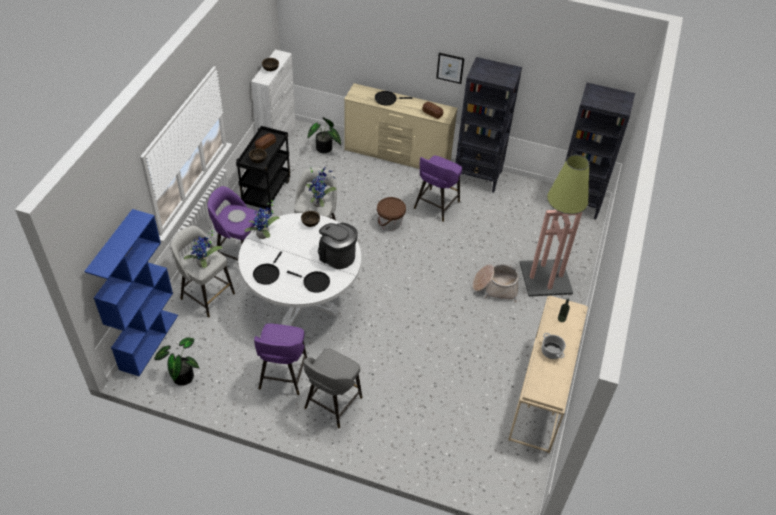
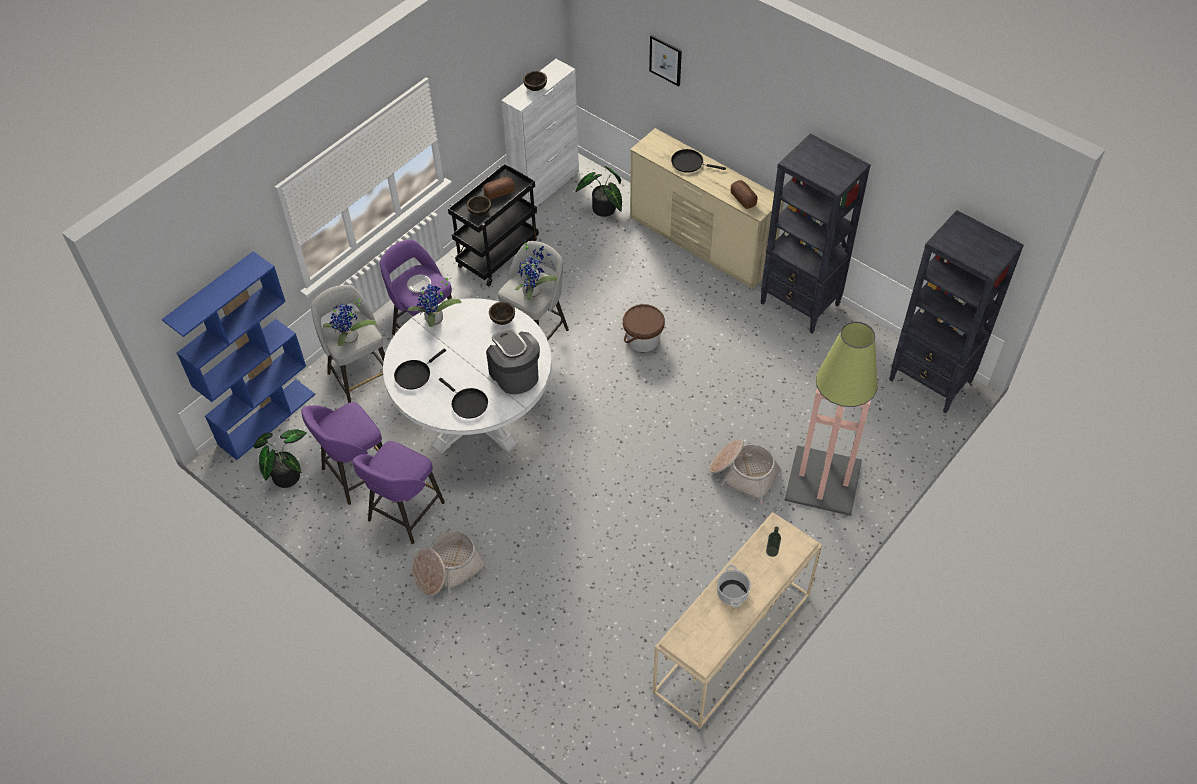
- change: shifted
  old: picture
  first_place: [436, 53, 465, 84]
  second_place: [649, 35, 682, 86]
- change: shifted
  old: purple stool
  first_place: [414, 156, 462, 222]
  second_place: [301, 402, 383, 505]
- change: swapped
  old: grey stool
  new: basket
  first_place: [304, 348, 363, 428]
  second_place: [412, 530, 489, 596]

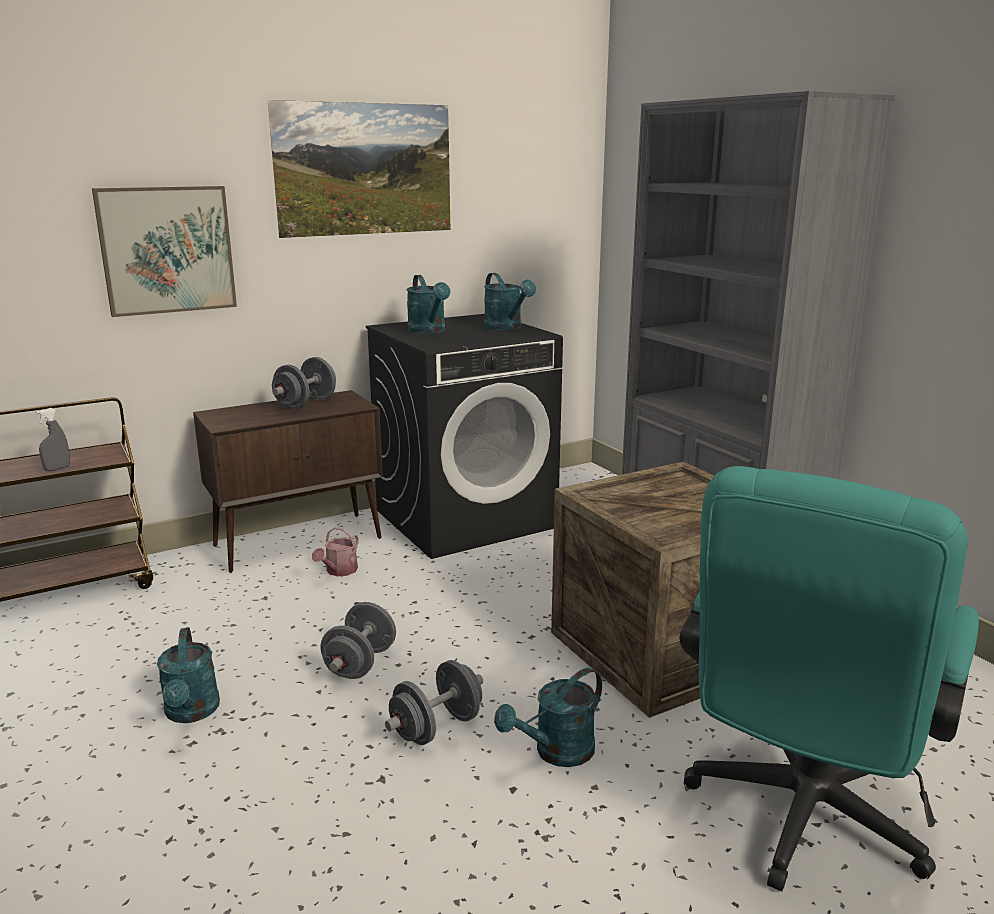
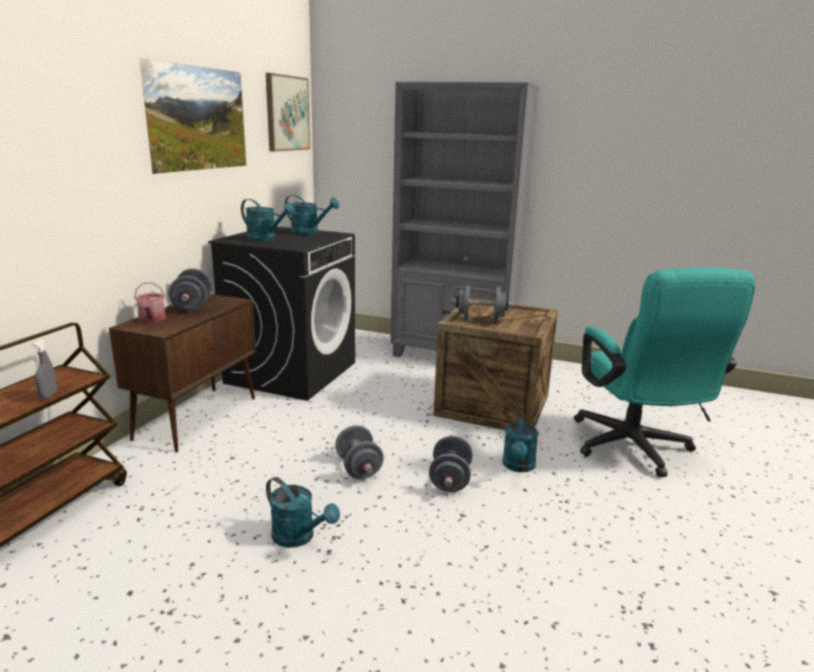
- change: shifted
  old: picture
  first_place: [92, 186, 237, 317]
  second_place: [266, 73, 310, 151]
- change: shifted
  old: watering can
  first_place: [312, 527, 359, 576]
  second_place: [134, 282, 166, 323]
- change: new
  new: grey dumbbell
  second_place: [450, 285, 514, 321]

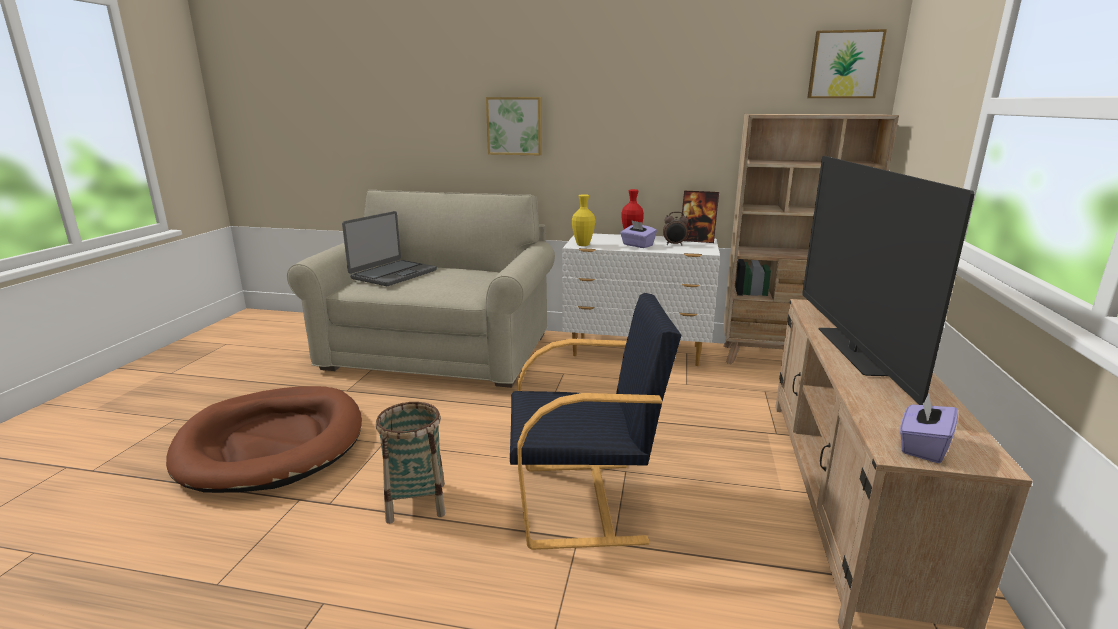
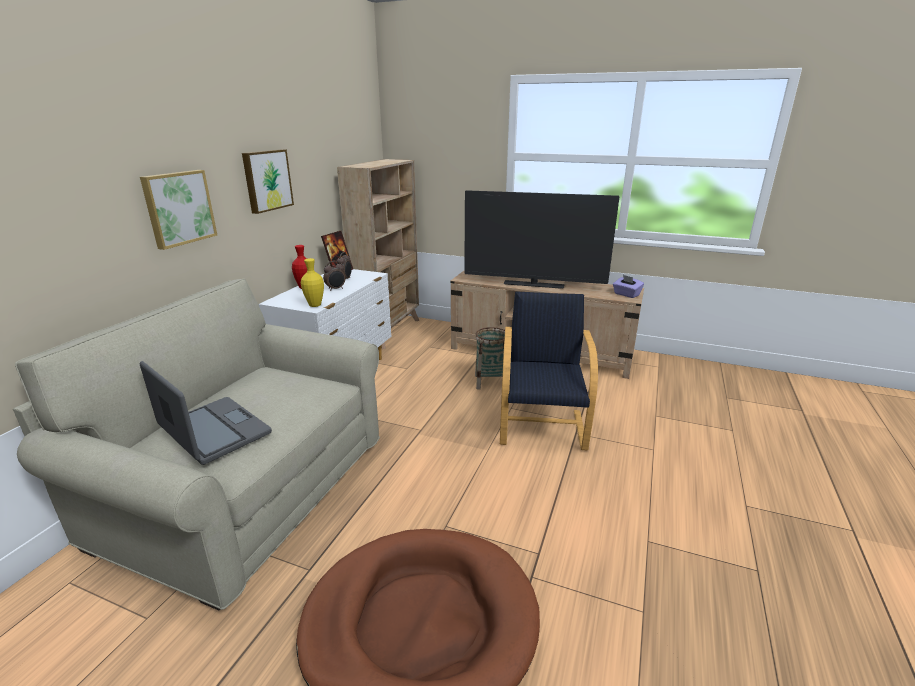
- change: shifted
  old: picture
  first_place: [807, 29, 887, 98]
  second_place: [242, 149, 294, 214]
- change: swapped
  old: purple tissue box
  new: alarm clock
  first_place: [620, 220, 657, 248]
  second_place: [323, 261, 346, 291]
- change: shifted
  old: basket
  first_place: [376, 402, 445, 524]
  second_place: [475, 327, 505, 390]

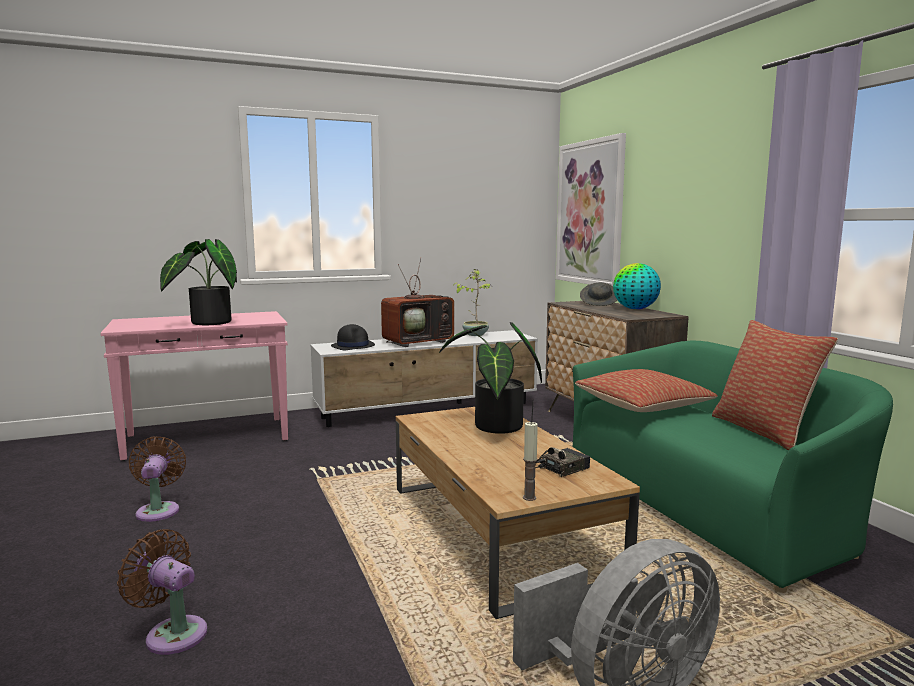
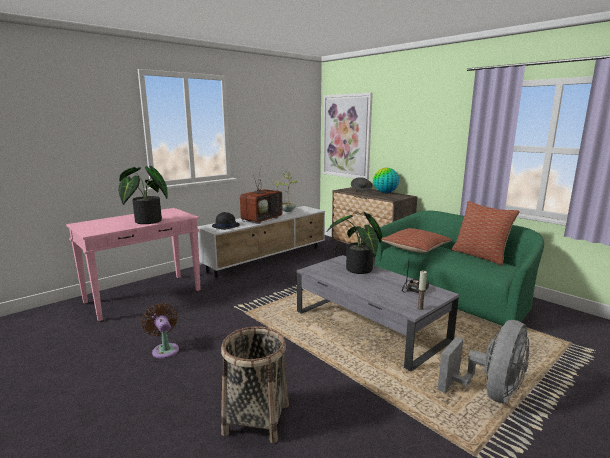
- change: repainted
  old: brown coffee table
  new: grey coffee table
  first_place: [396, 407, 640, 619]
  second_place: [297, 255, 459, 371]
- change: swapped
  old: brown fan
  new: basket
  first_place: [117, 529, 207, 655]
  second_place: [221, 326, 289, 443]

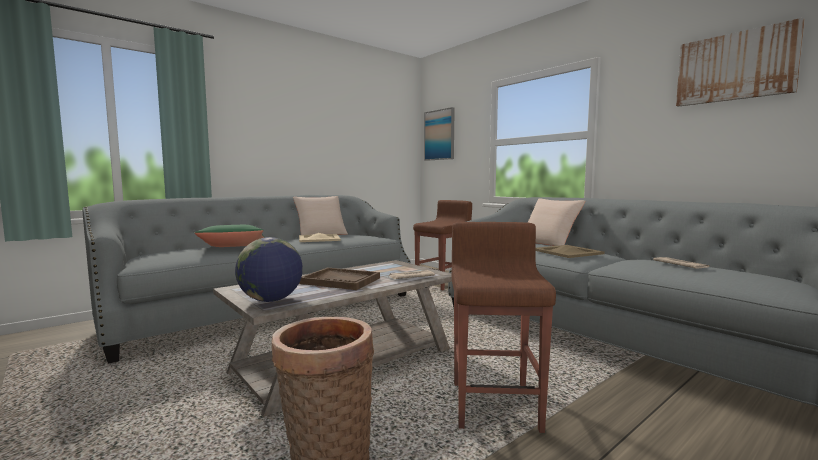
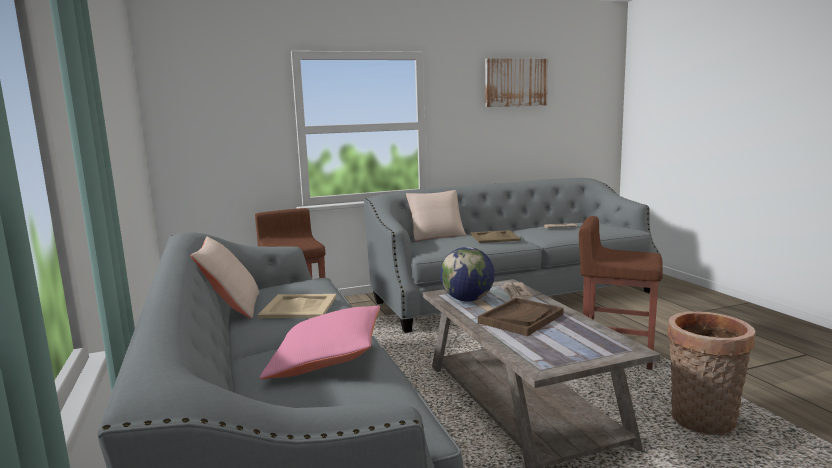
- change: gone
  old: picture
  first_place: [424, 107, 455, 161]
- change: repainted
  old: green pillow
  new: pink pillow
  first_place: [195, 225, 265, 247]
  second_place: [260, 306, 380, 379]
- change: shifted
  old: globe
  first_place: [235, 237, 303, 302]
  second_place: [440, 247, 495, 302]

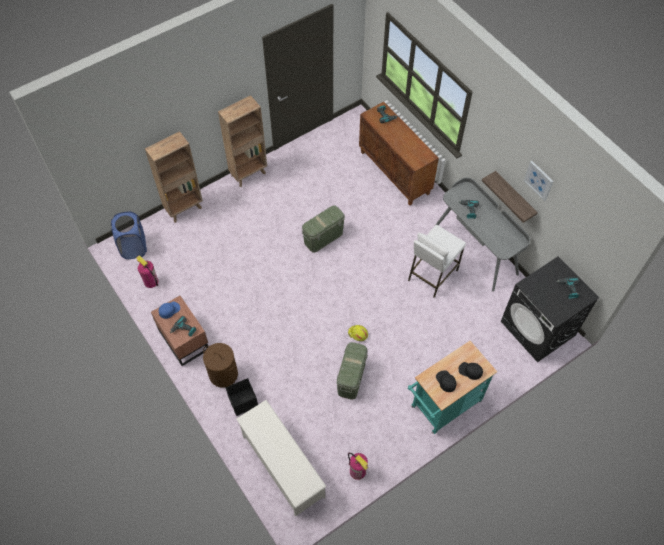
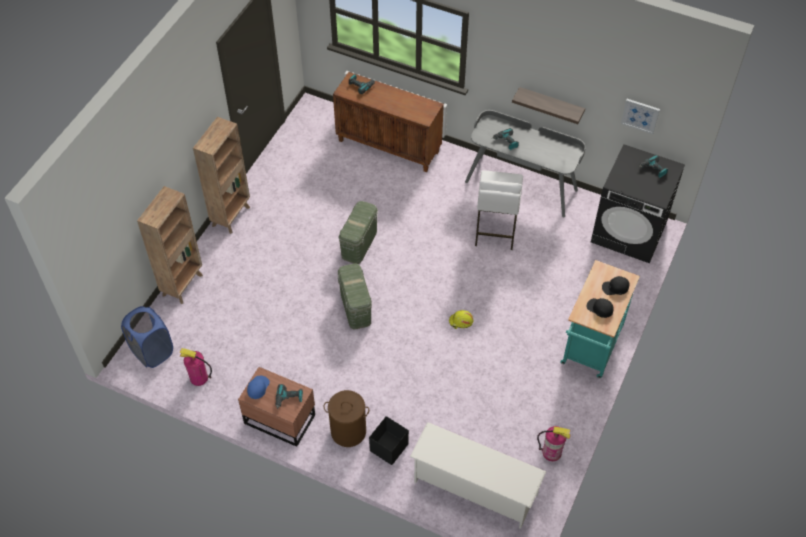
- change: shifted
  old: picture
  first_place: [524, 161, 553, 201]
  second_place: [621, 99, 660, 134]
- change: shifted
  old: green storage box
  first_place: [337, 342, 368, 400]
  second_place: [338, 263, 372, 329]

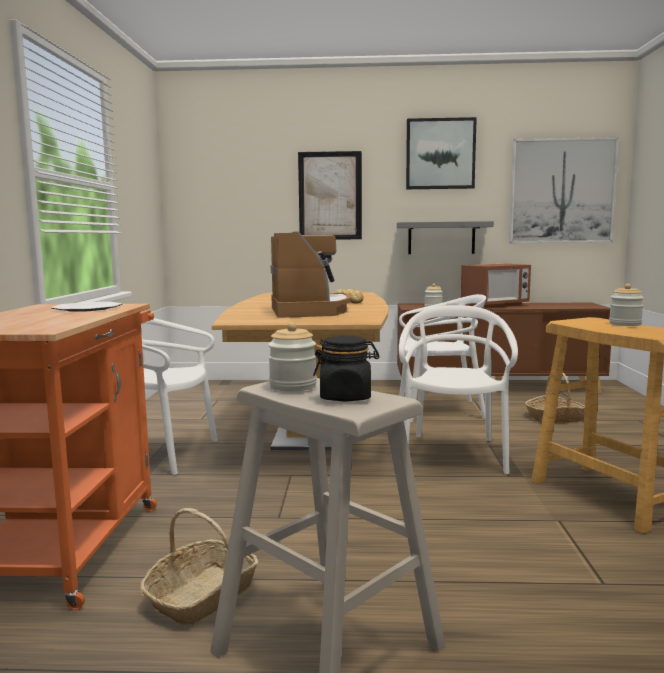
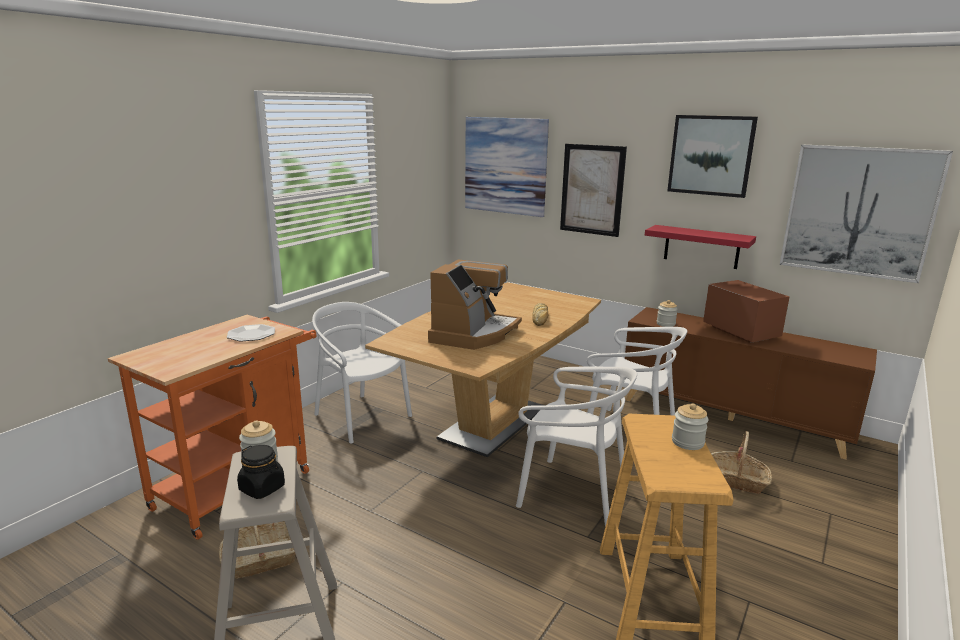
- change: repainted
  old: grey shelf
  new: red shelf
  first_place: [397, 221, 494, 254]
  second_place: [645, 225, 756, 269]
- change: rotated
  old: microwave
  first_place: [461, 264, 531, 308]
  second_place: [703, 280, 790, 343]
  degrees: -120
- change: rotated
  old: white chair
  first_place: [399, 305, 518, 474]
  second_place: [516, 367, 637, 527]
  degrees: 75
- change: new
  new: picture
  second_place: [465, 117, 549, 217]

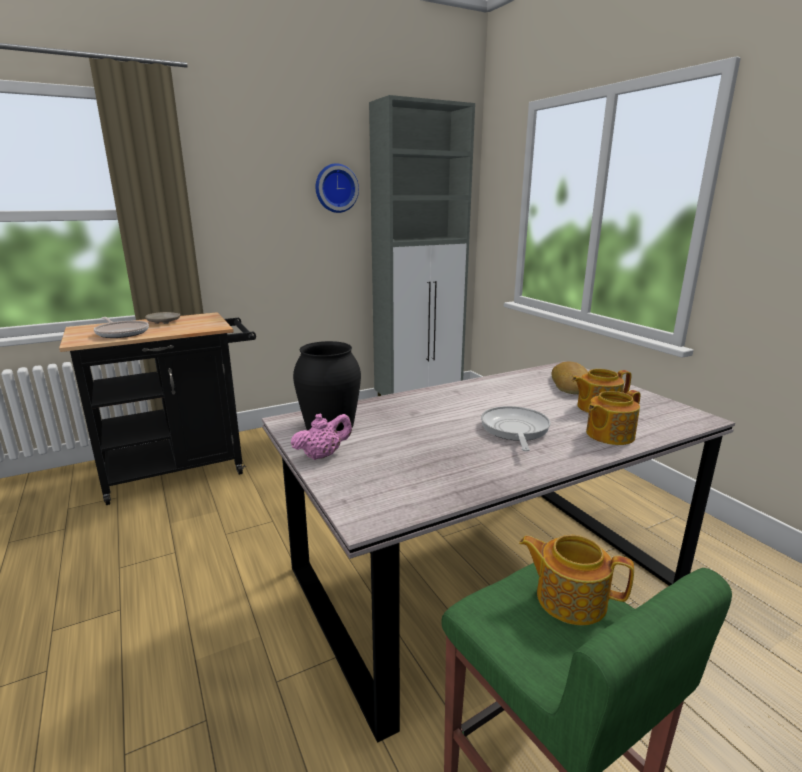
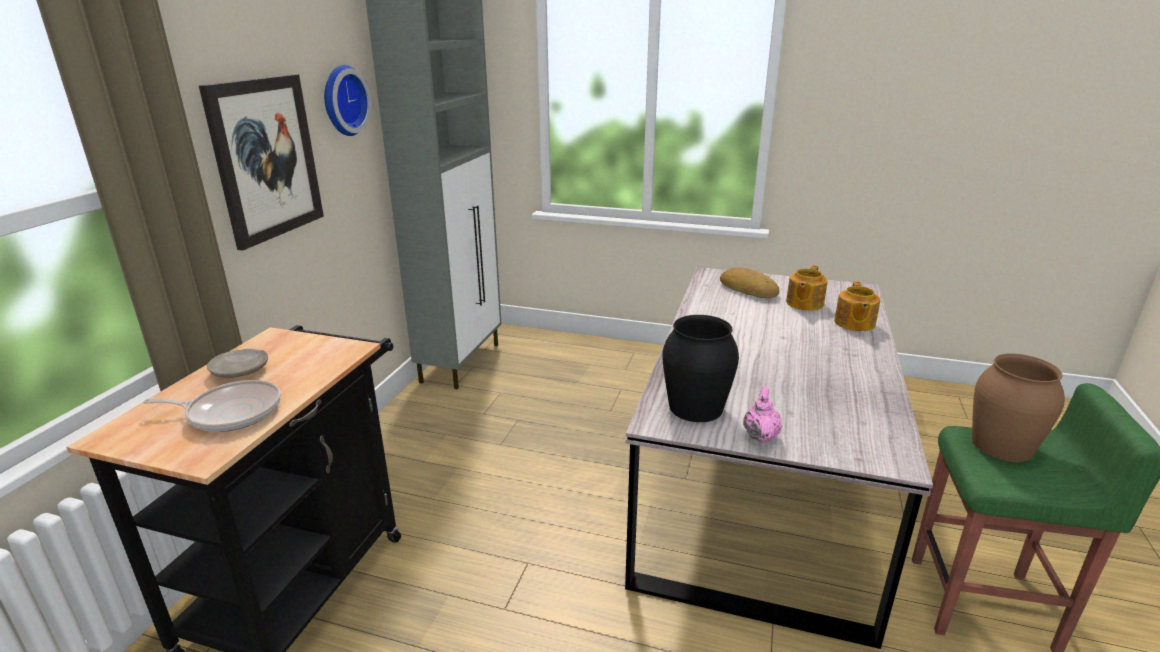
- change: gone
  old: frying pan
  first_place: [481, 406, 551, 451]
- change: swapped
  old: teapot
  new: brown vase
  first_place: [519, 535, 634, 625]
  second_place: [972, 354, 1065, 462]
- change: new
  new: picture
  second_place: [199, 74, 324, 251]

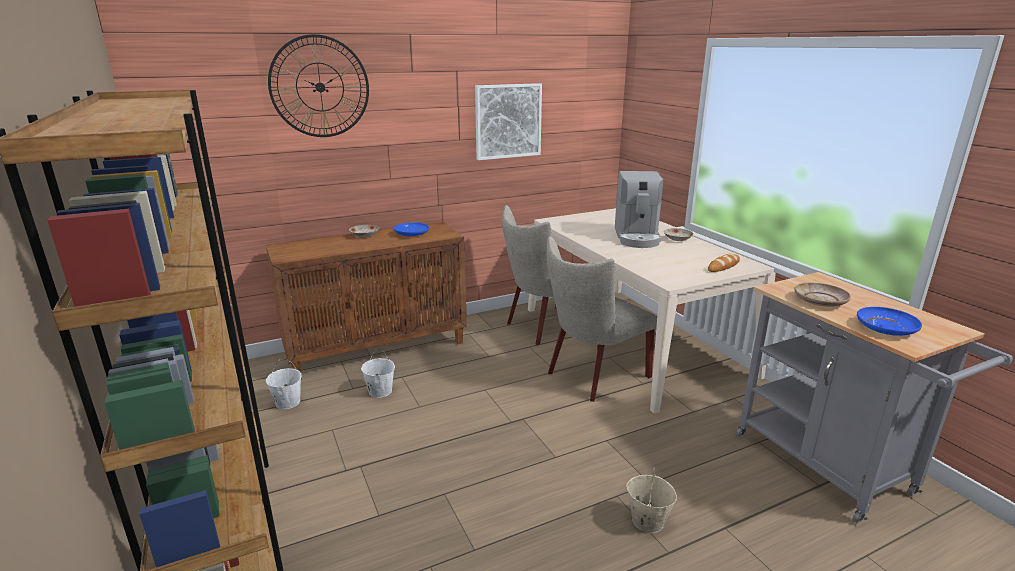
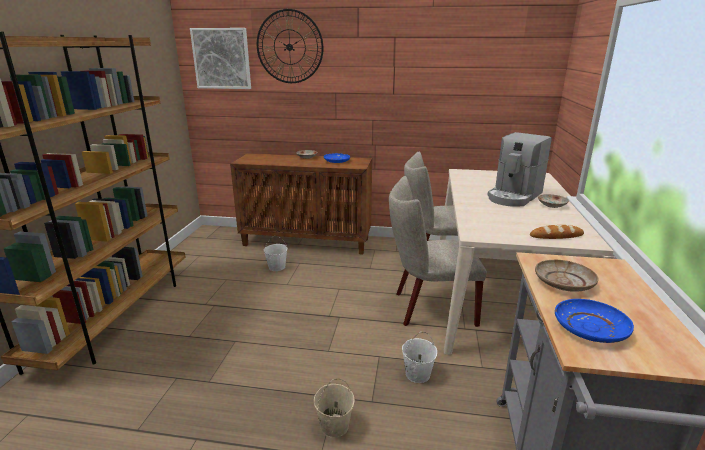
- change: shifted
  old: picture
  first_place: [475, 83, 542, 160]
  second_place: [190, 28, 251, 89]
- change: shifted
  old: white bucket
  first_place: [266, 359, 302, 409]
  second_place: [402, 332, 437, 383]

